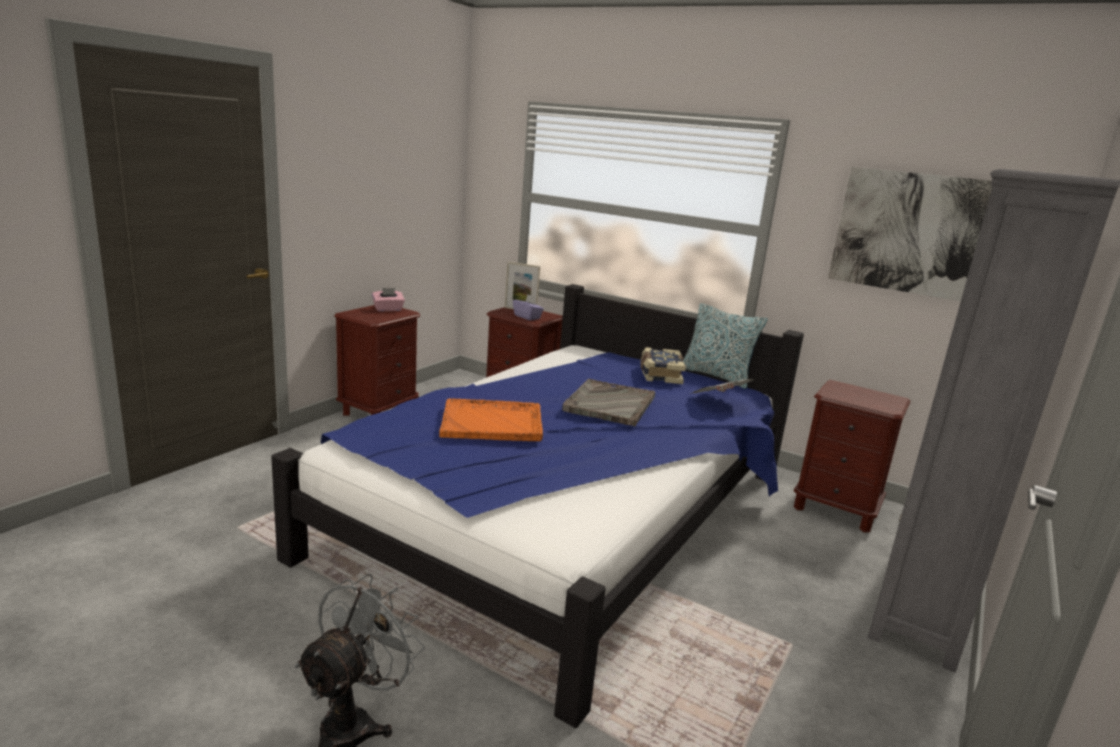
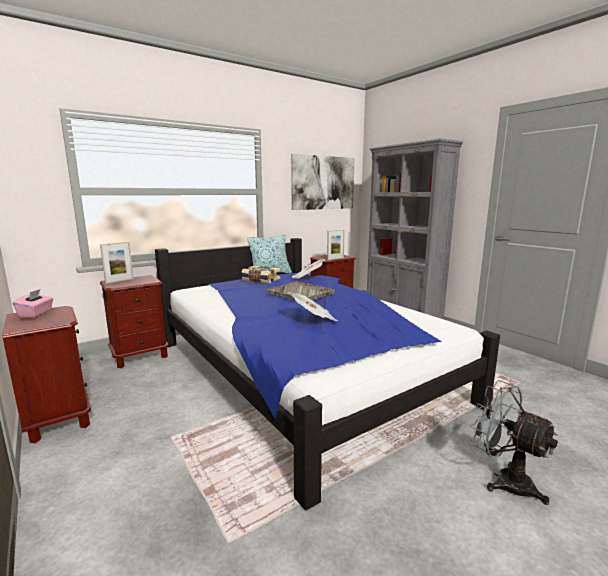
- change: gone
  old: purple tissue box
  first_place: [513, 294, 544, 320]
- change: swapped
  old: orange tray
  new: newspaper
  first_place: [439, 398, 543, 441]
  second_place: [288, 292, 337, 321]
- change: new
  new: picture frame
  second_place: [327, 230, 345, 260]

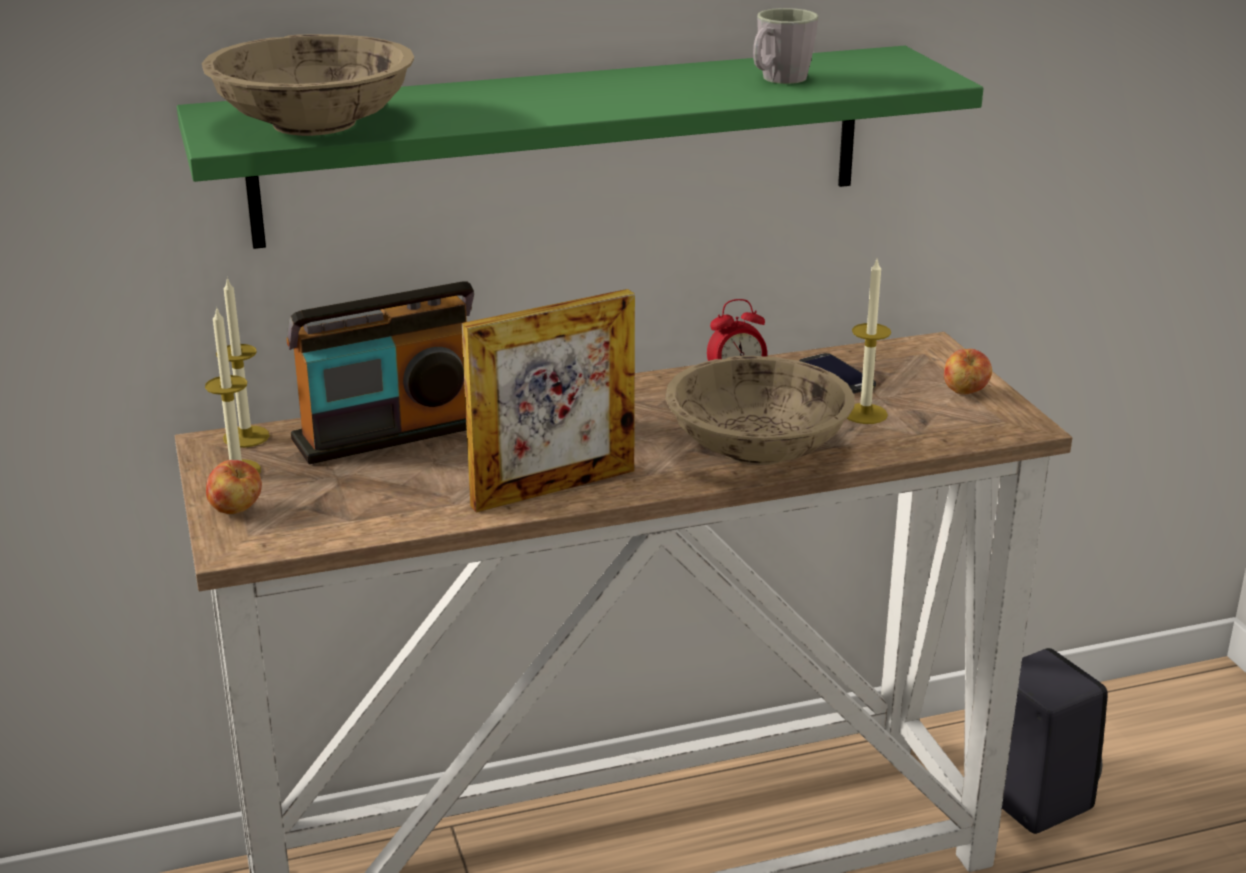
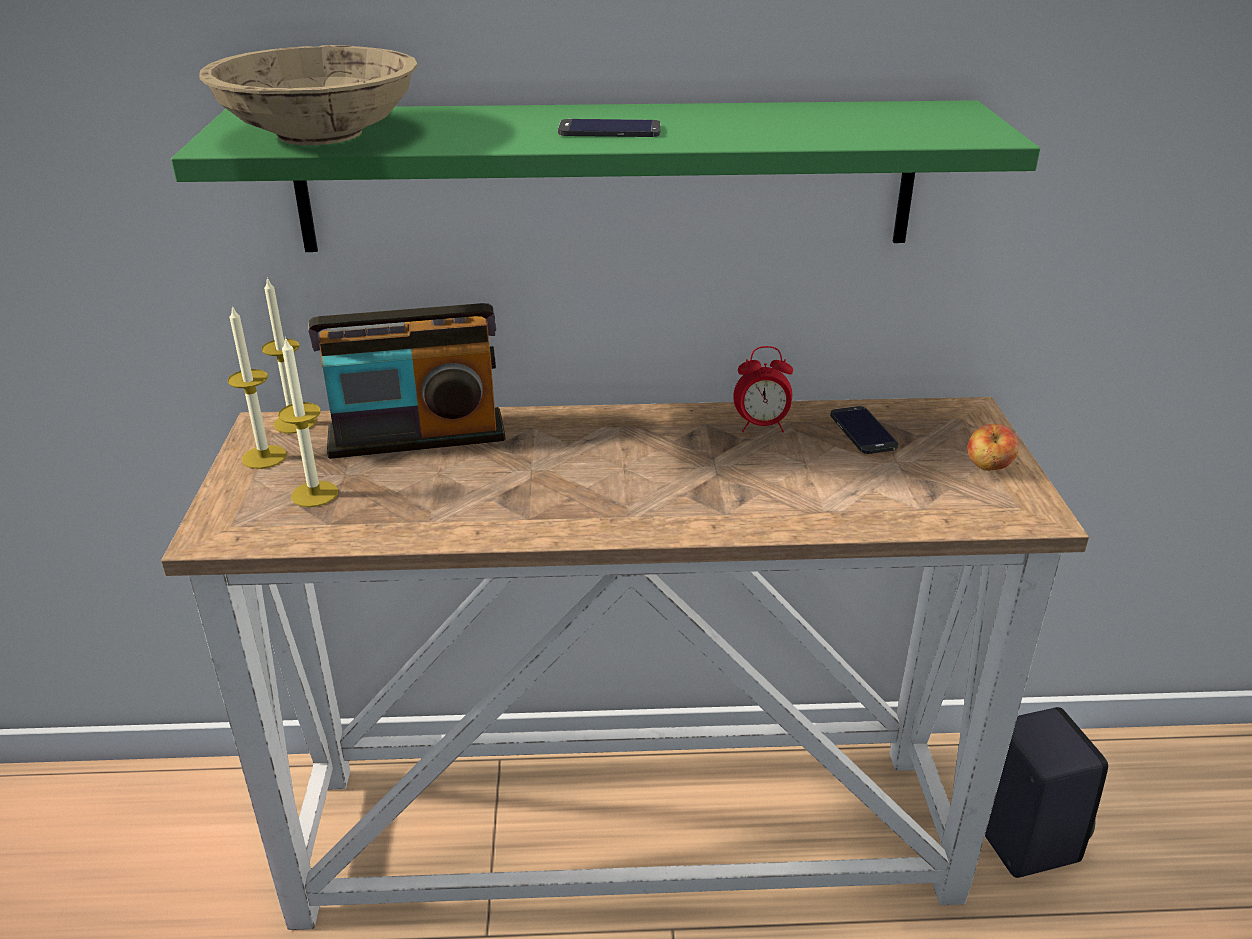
- change: gone
  old: grey mug
  first_place: [753, 8, 818, 84]
- change: shifted
  old: candle
  first_place: [847, 257, 891, 424]
  second_place: [278, 337, 338, 507]
- change: gone
  old: picture frame
  first_place: [461, 289, 635, 512]
- change: gone
  old: beige bowl
  first_place: [665, 356, 855, 465]
- change: gone
  old: apple
  first_place: [206, 460, 262, 514]
- change: new
  new: phone
  second_place: [558, 119, 661, 137]

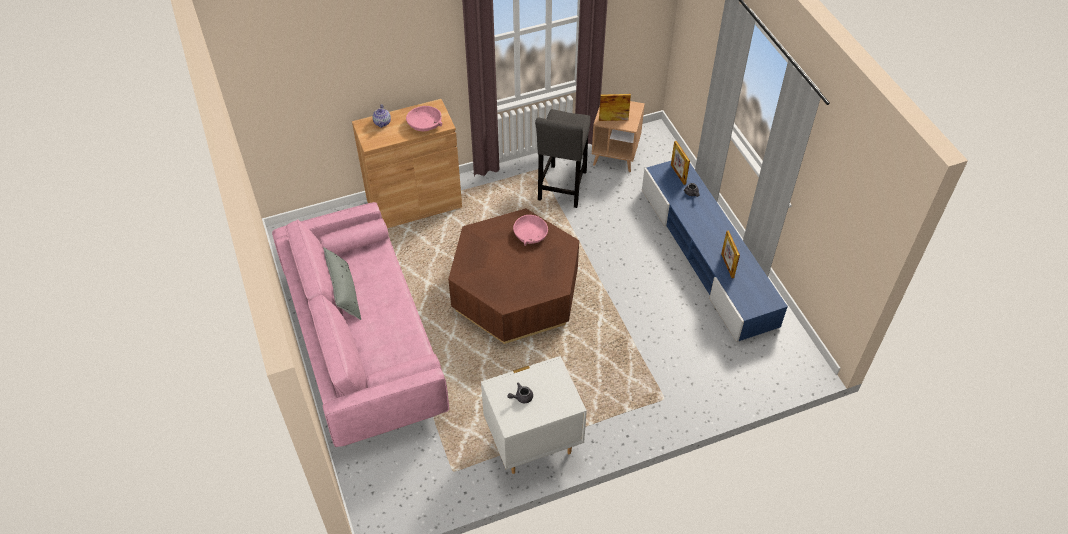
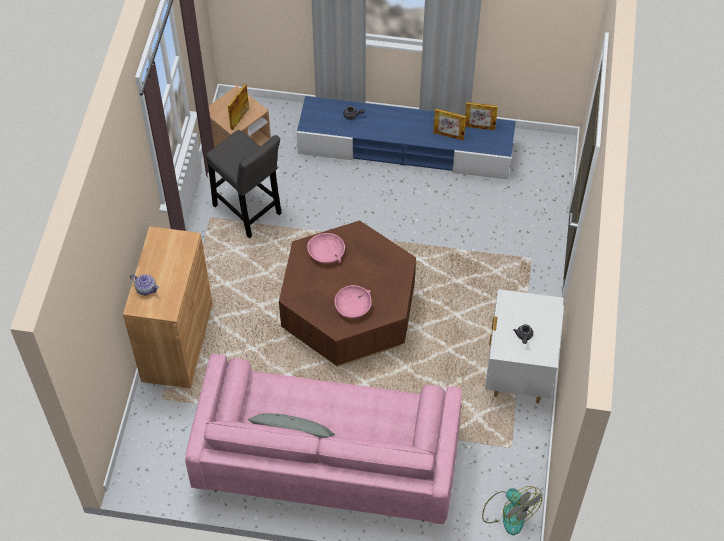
- change: shifted
  old: pink bowl
  first_place: [406, 106, 442, 131]
  second_place: [335, 285, 372, 319]
- change: shifted
  old: picture frame
  first_place: [671, 141, 690, 185]
  second_place: [465, 102, 498, 130]
- change: new
  new: fan
  second_place: [482, 486, 542, 535]

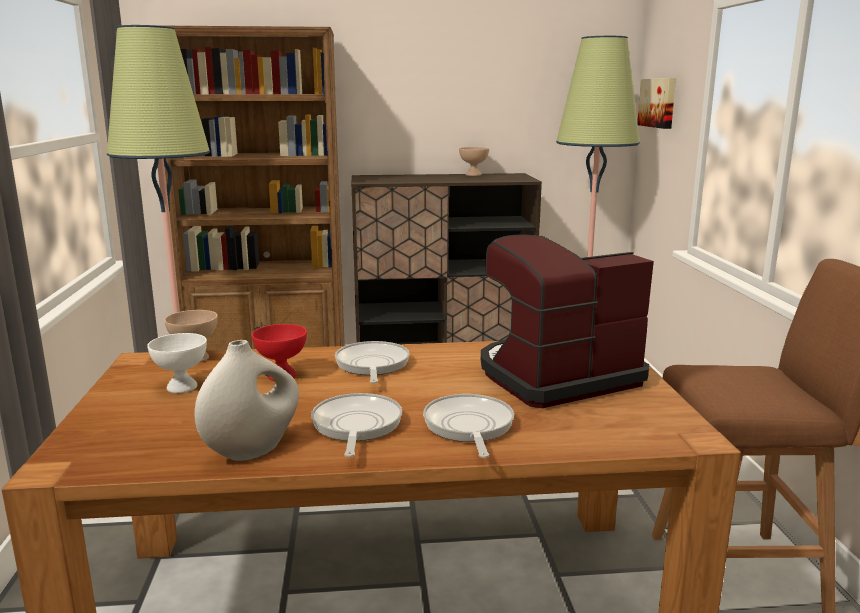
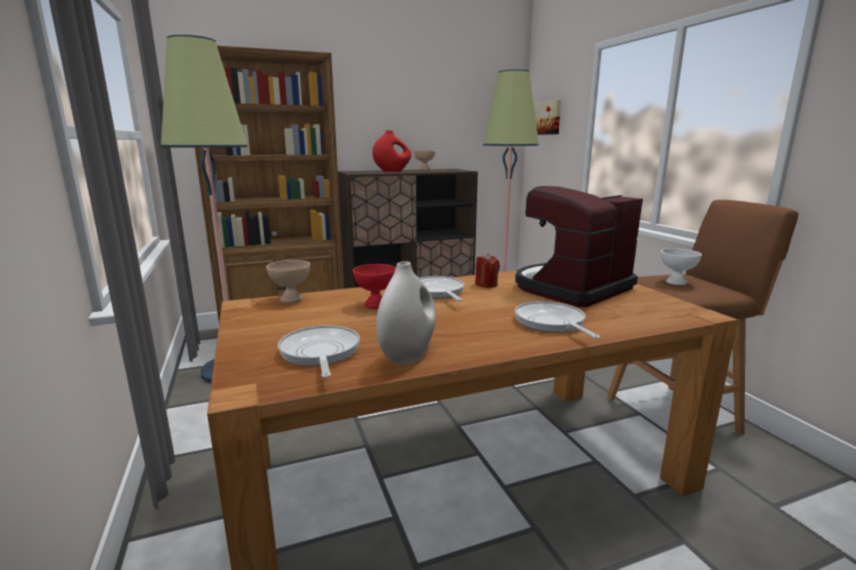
- change: shifted
  old: white bowl
  first_place: [147, 333, 207, 393]
  second_place: [661, 248, 702, 285]
- change: shifted
  old: frying pan
  first_place: [311, 393, 402, 457]
  second_place: [278, 325, 360, 378]
- change: new
  new: red vase
  second_place: [372, 130, 411, 172]
- change: new
  new: red candle
  second_place: [475, 253, 500, 288]

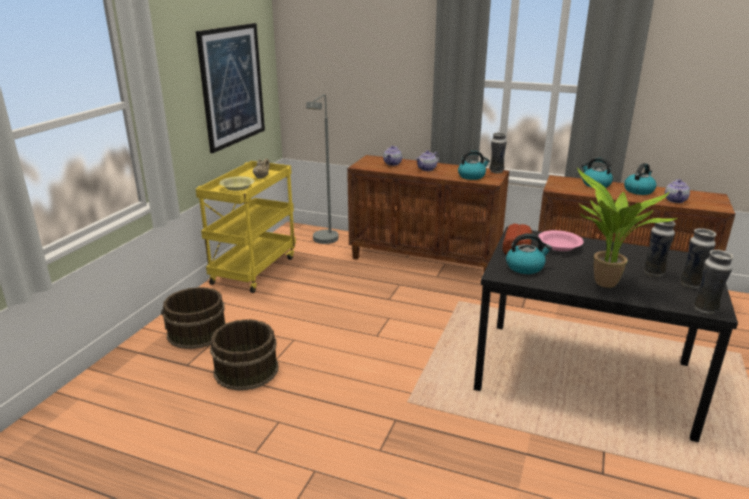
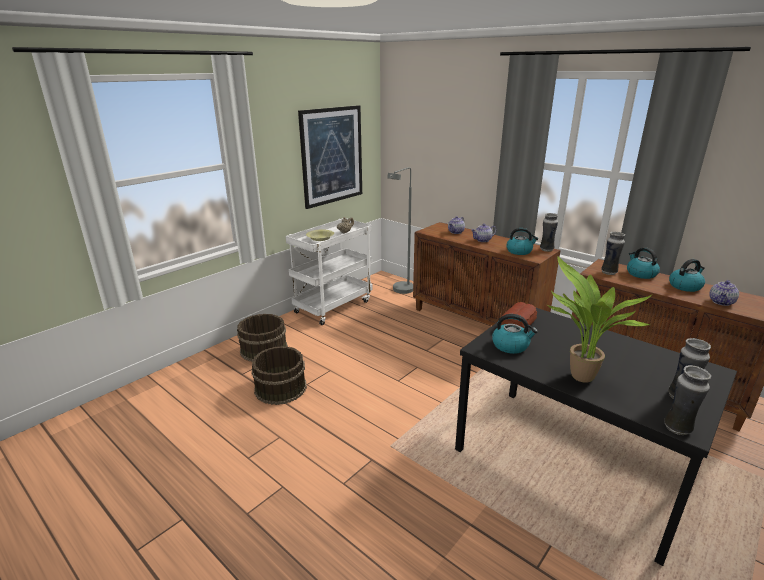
- change: repainted
  old: yellow cart
  new: white cart
  first_place: [196, 161, 296, 293]
  second_place: [286, 218, 373, 325]
- change: shifted
  old: vase
  first_place: [643, 221, 676, 277]
  second_place: [601, 232, 625, 275]
- change: gone
  old: pink bowl
  first_place: [538, 230, 584, 251]

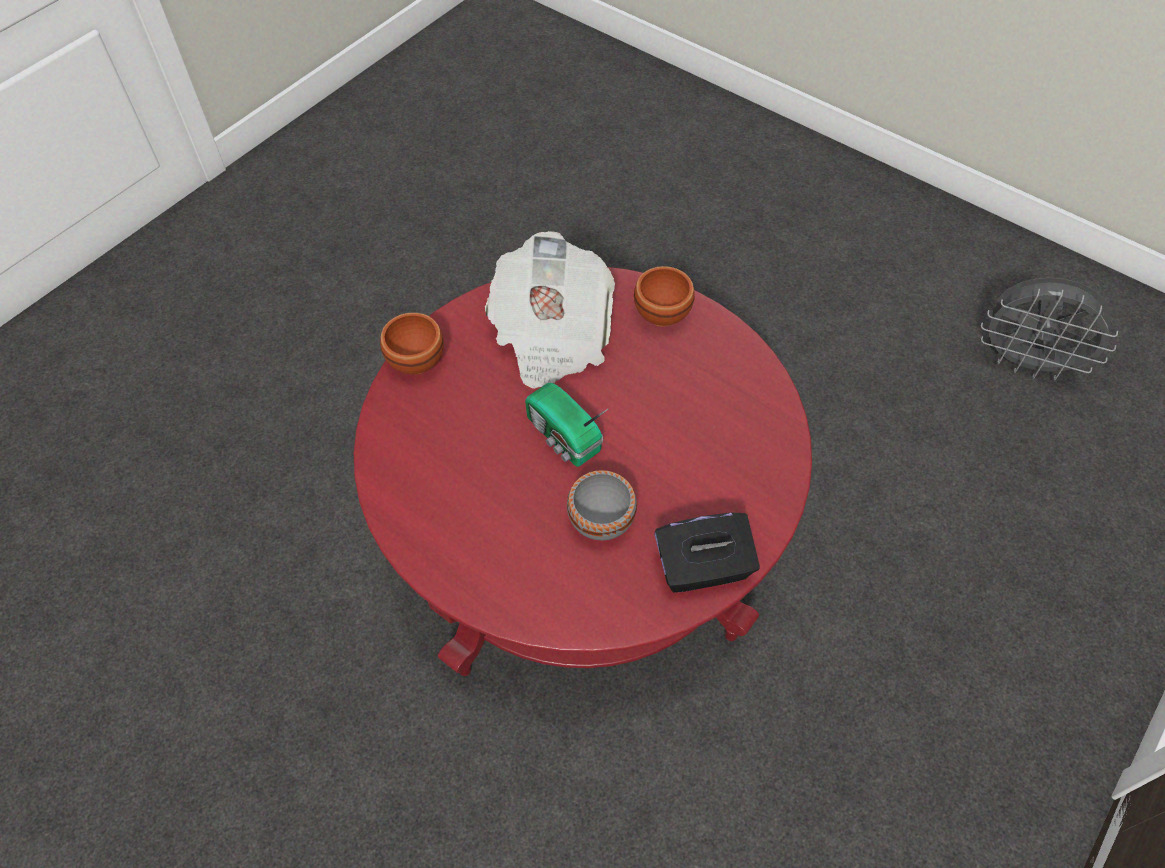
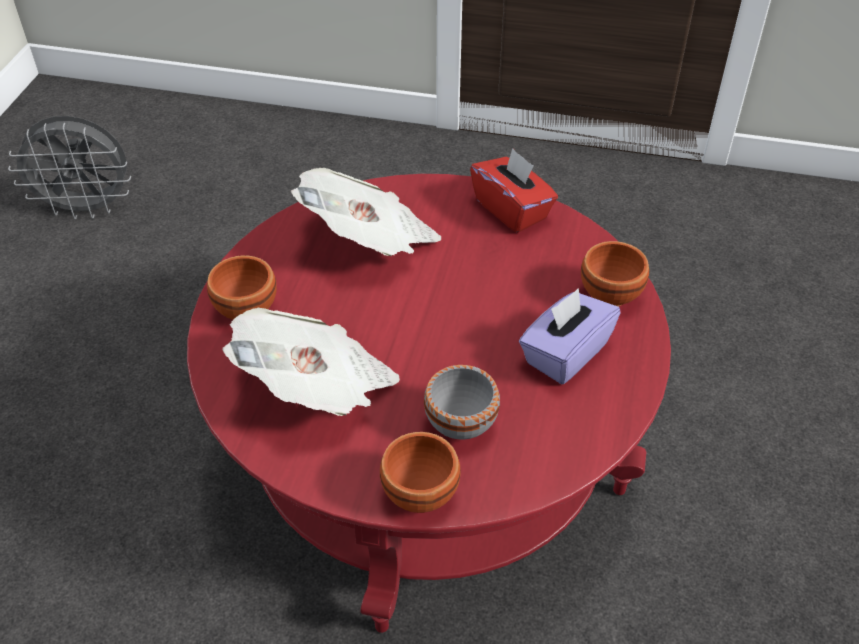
- change: rotated
  old: grey fan
  first_place: [981, 278, 1118, 380]
  second_place: [8, 116, 131, 219]
  degrees: 90
- change: gone
  old: radio
  first_place: [525, 383, 609, 467]
- change: shifted
  old: grey bowl
  first_place: [567, 470, 637, 541]
  second_place: [424, 365, 500, 440]
- change: repainted
  old: black tissue box
  new: red tissue box
  first_place: [654, 513, 760, 593]
  second_place: [470, 148, 558, 233]
- change: new
  new: newspaper
  second_place: [291, 168, 441, 256]
- change: new
  new: brown bowl
  second_place: [581, 241, 649, 307]
- change: new
  new: purple tissue box
  second_place: [519, 288, 621, 384]

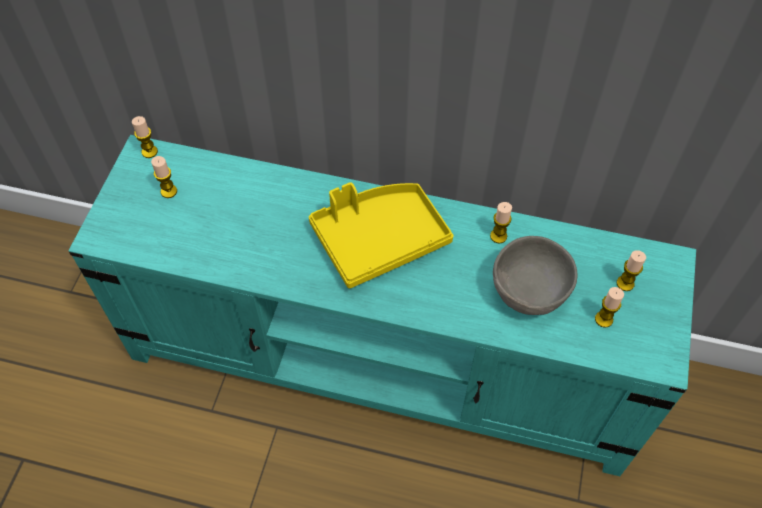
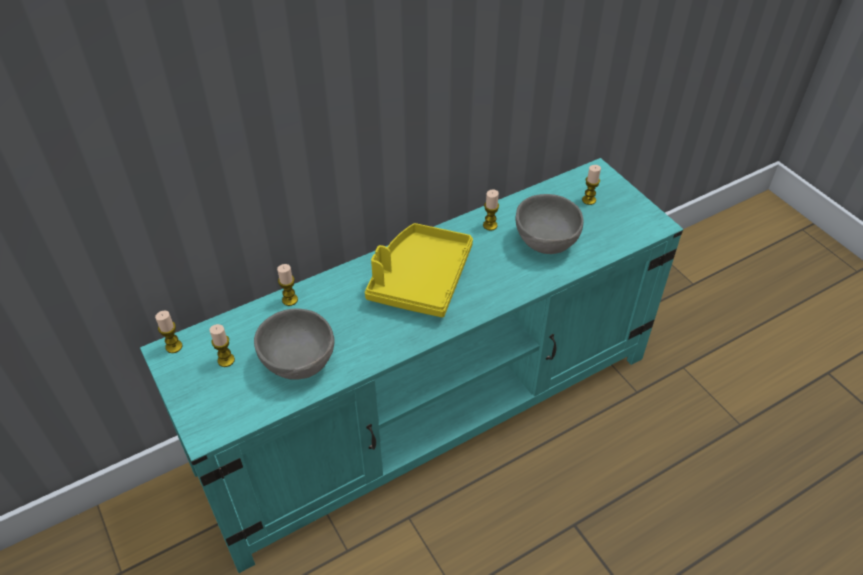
- change: shifted
  old: candle
  first_place: [595, 287, 624, 328]
  second_place: [277, 264, 298, 306]
- change: new
  new: grey bowl
  second_place: [254, 308, 335, 380]

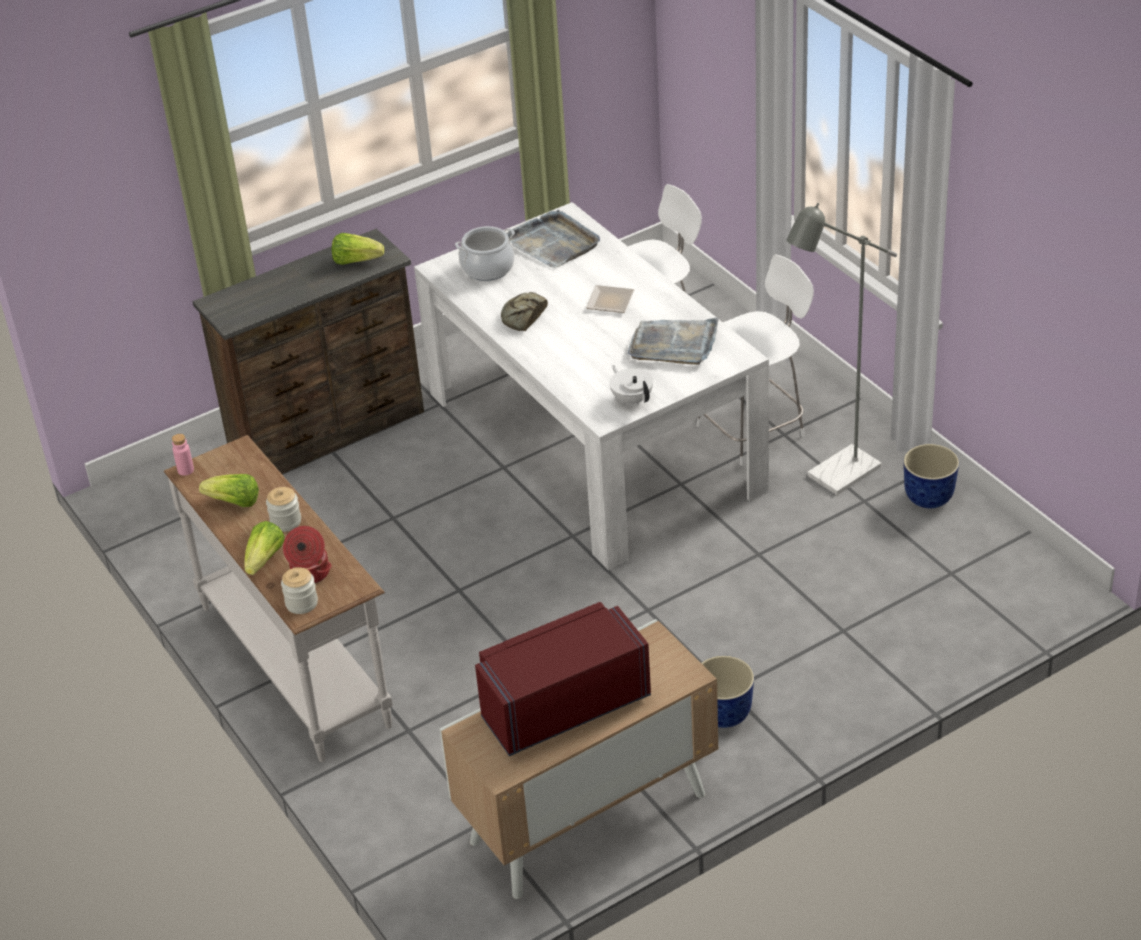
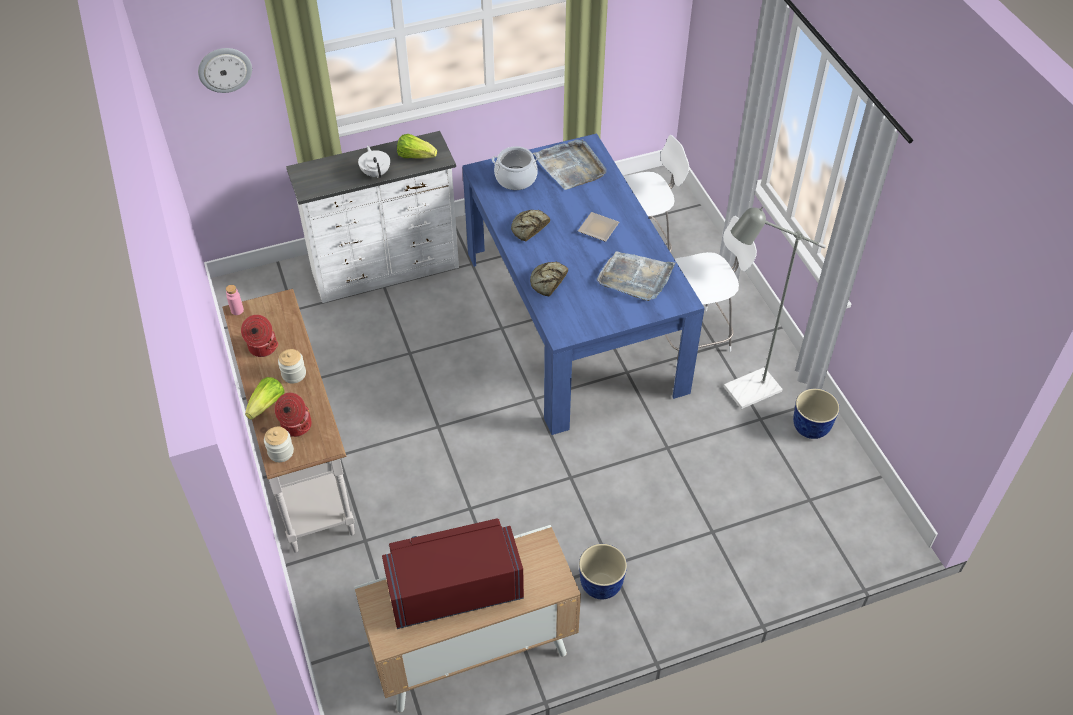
- change: repainted
  old: white dining table
  new: blue dining table
  first_place: [414, 202, 769, 570]
  second_place: [462, 133, 705, 435]
- change: repainted
  old: brown dresser
  new: white dresser
  first_place: [192, 228, 424, 474]
  second_place: [286, 131, 459, 303]
- change: shifted
  old: white teapot
  first_place: [609, 365, 653, 405]
  second_place: [358, 146, 390, 178]
- change: swapped
  old: lettuce
  new: cooking pot
  first_place: [199, 474, 259, 507]
  second_place: [241, 315, 278, 357]
- change: new
  new: wall clock
  second_place: [198, 48, 252, 93]
- change: new
  new: bread
  second_place: [530, 262, 568, 296]

